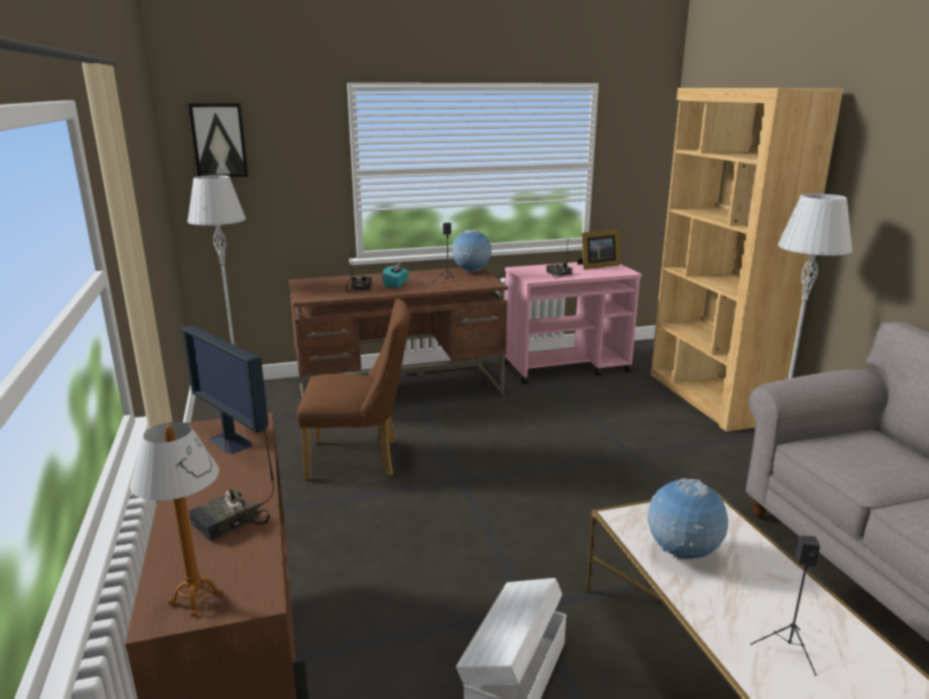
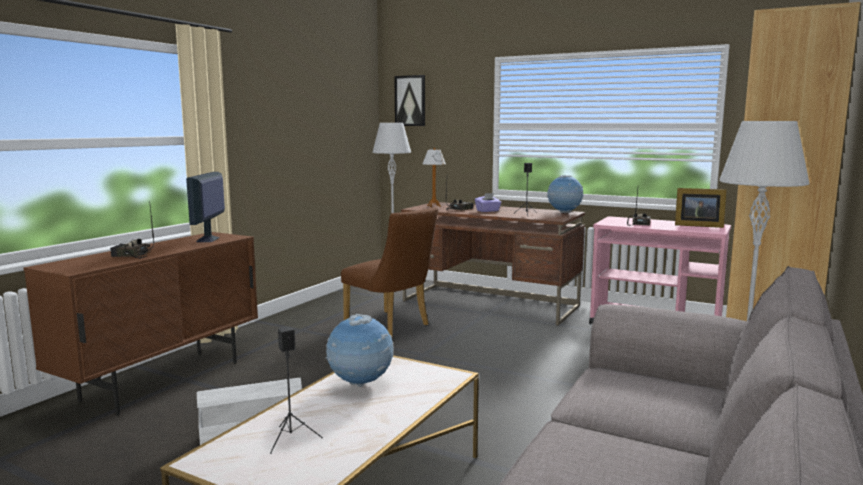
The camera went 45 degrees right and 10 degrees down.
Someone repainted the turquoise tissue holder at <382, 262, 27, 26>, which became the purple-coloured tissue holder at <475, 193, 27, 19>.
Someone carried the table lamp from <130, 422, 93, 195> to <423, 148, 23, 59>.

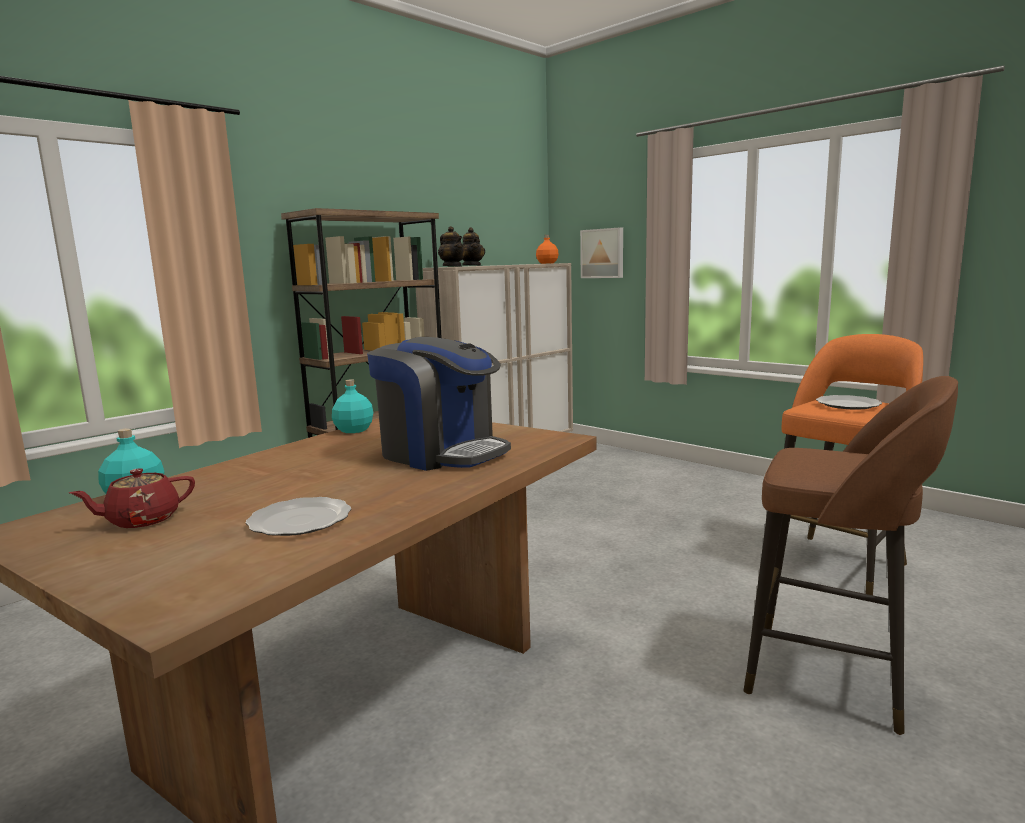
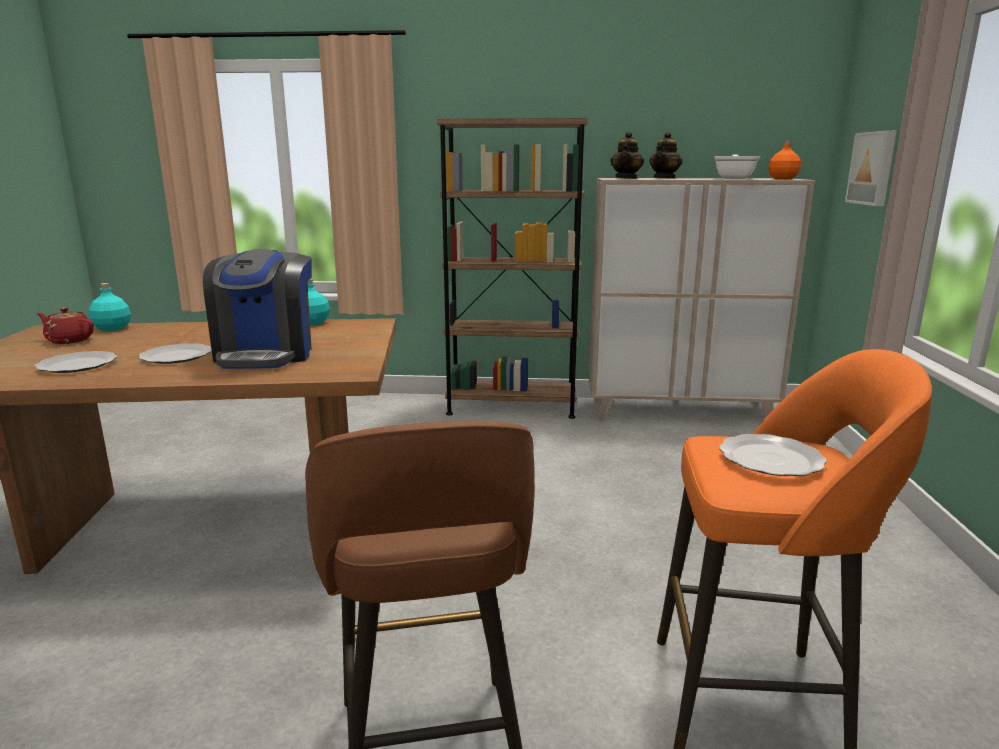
The camera went 50 degrees right and 5 degrees up.
Someone put down the skillet at <714, 154, 46, 25>.
Someone put down the plate at <139, 343, 73, 21>.

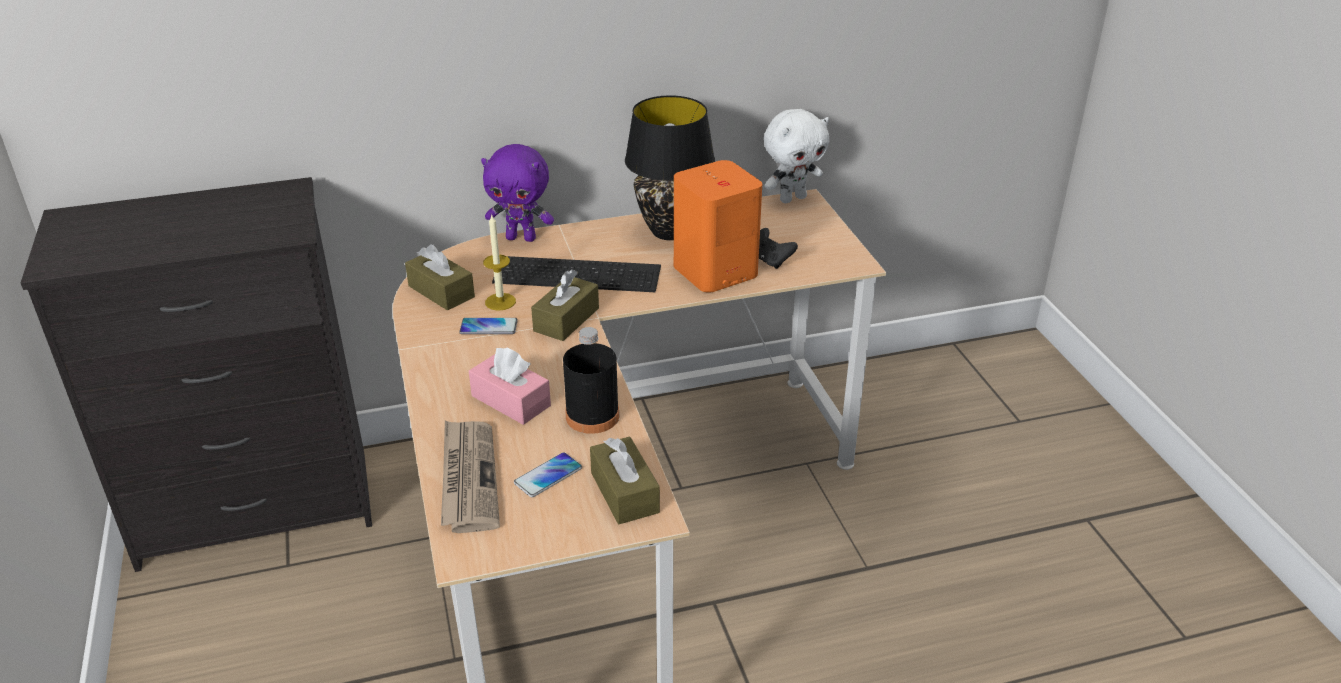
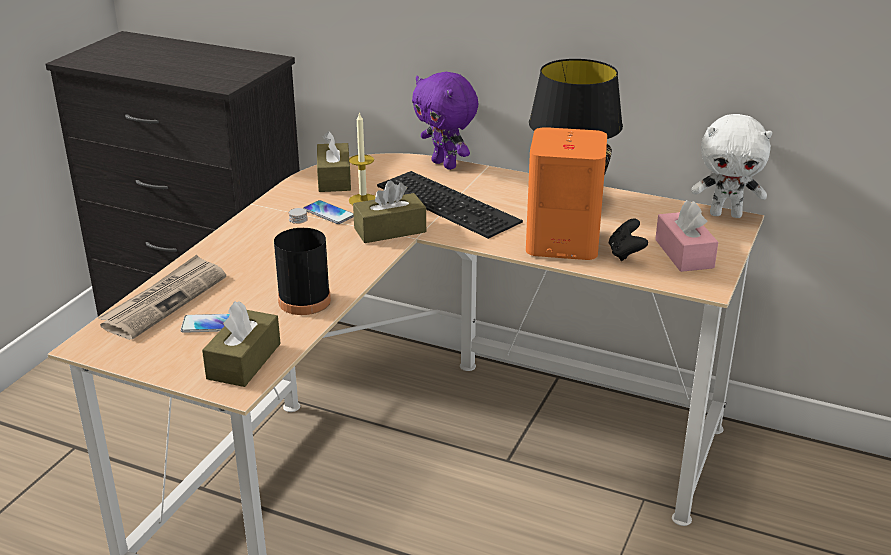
The camera went 40 degrees right and 5 degrees down.
Someone carried the pink tissue holder from <469, 348, 82, 77> to <655, 200, 63, 72>.

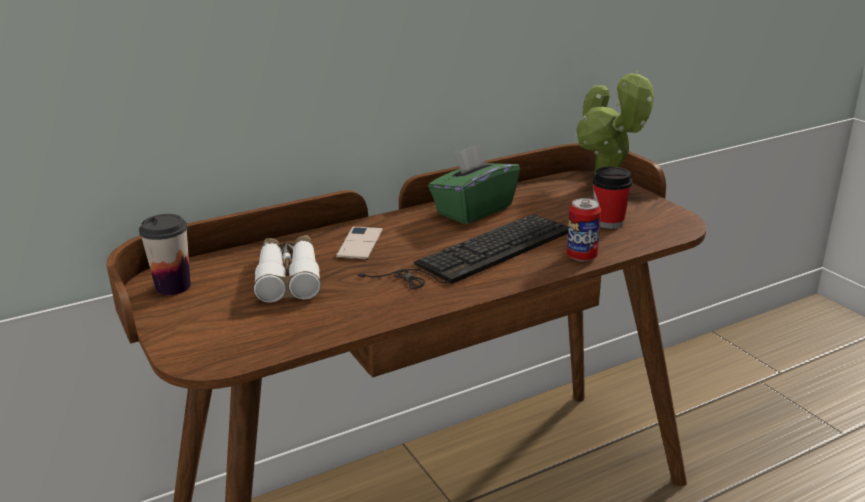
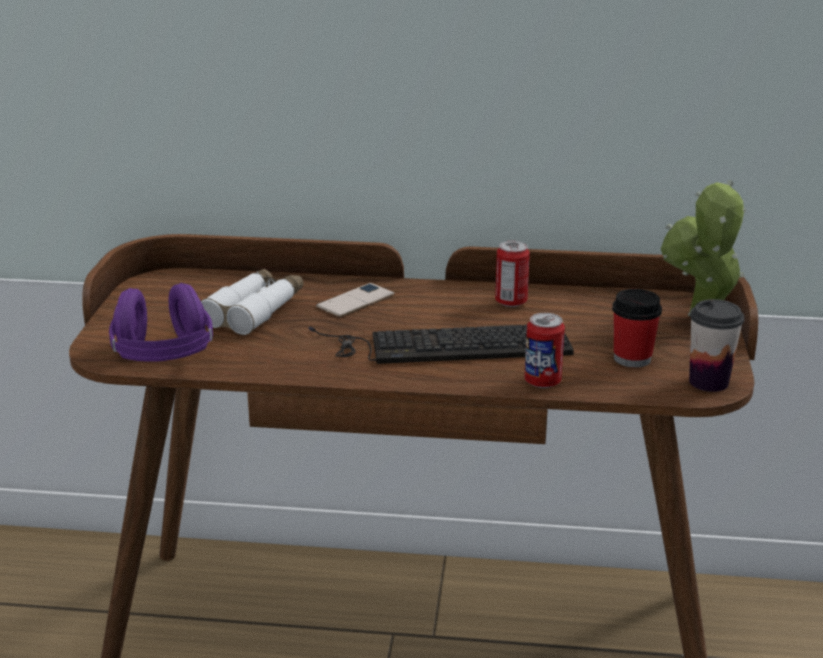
The camera went 35 degrees right and 0 degrees up.
Someone swapped the greenish tissue holder at <428, 143, 92, 81> for the sealed can at <495, 241, 35, 66>.
Someone carried the cup from <139, 214, 52, 81> to <689, 299, 55, 93>.
Someone put down the purple-coloured headphones at <109, 283, 104, 79>.

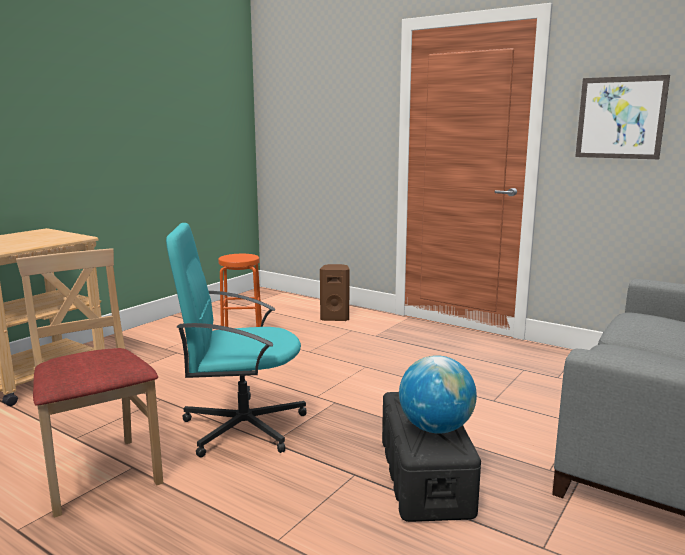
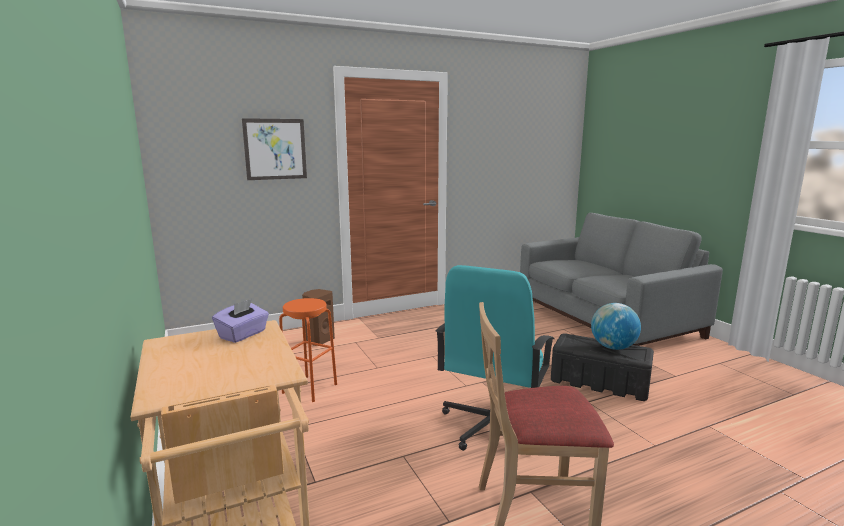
The camera went 60 degrees left and 0 degrees up.
Someone carried the picture from <575, 75, 95, 84> to <242, 118, 65, 62>.
Someone put down the purple-coloured tissue holder at <212, 299, 57, 44>.

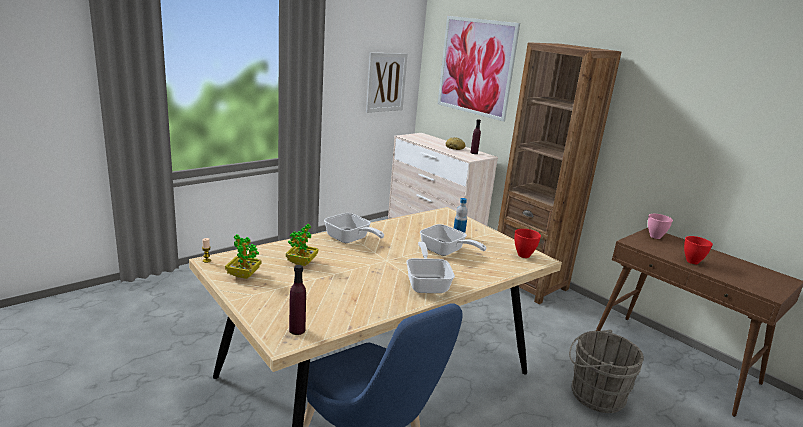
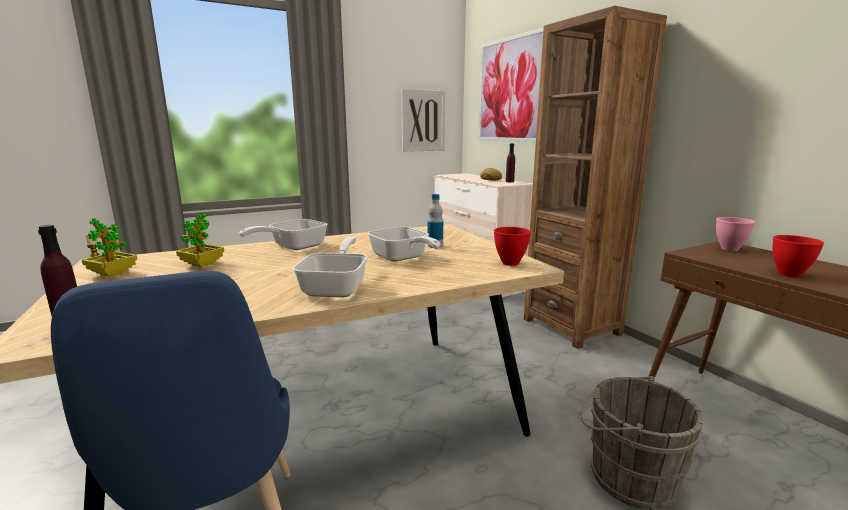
The camera went 15 degrees right and 5 degrees down.
Someone rotated the skillet at <324, 213, 60, 30> by 75 degrees clockwise.

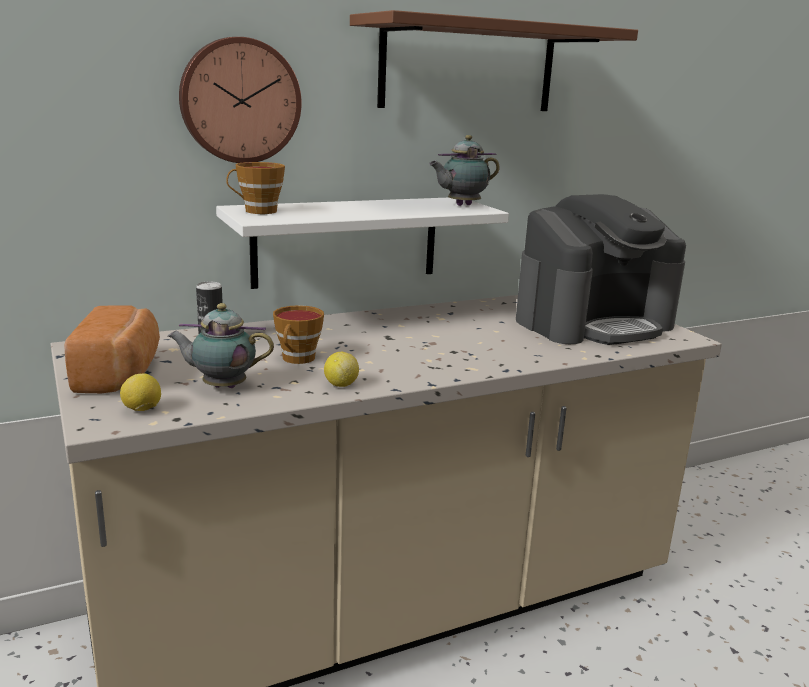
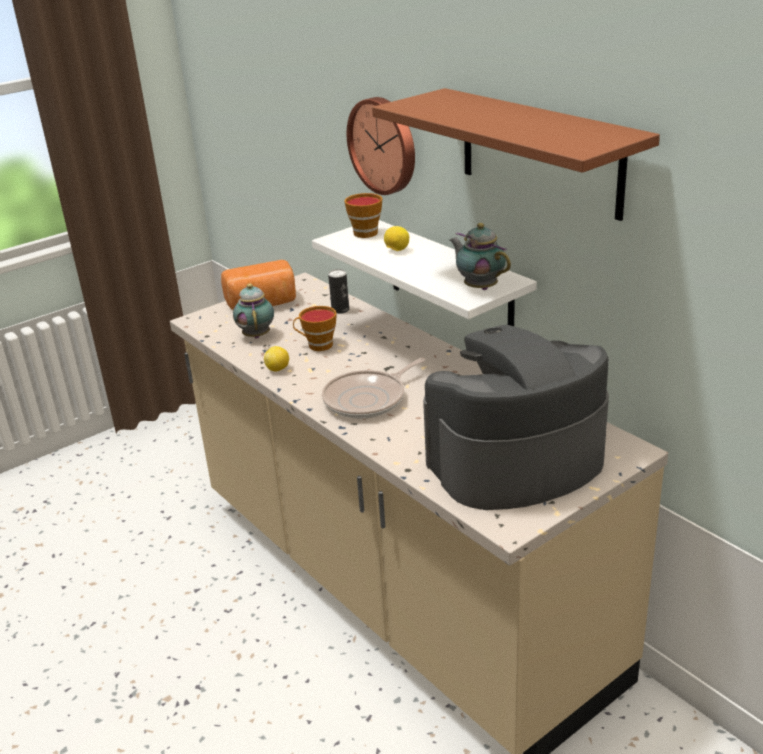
The camera went 80 degrees right and 10 degrees up.
Someone rotated the coffee maker at <516, 194, 170, 151> by 105 degrees clockwise.
Someone carried the lemon from <120, 373, 41, 38> to <384, 226, 25, 25>.
Someone put down the skillet at <322, 358, 103, 61>.

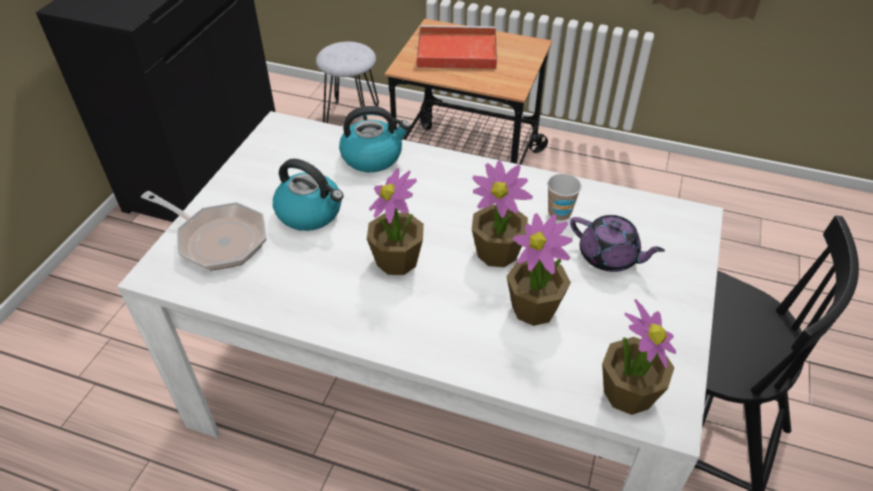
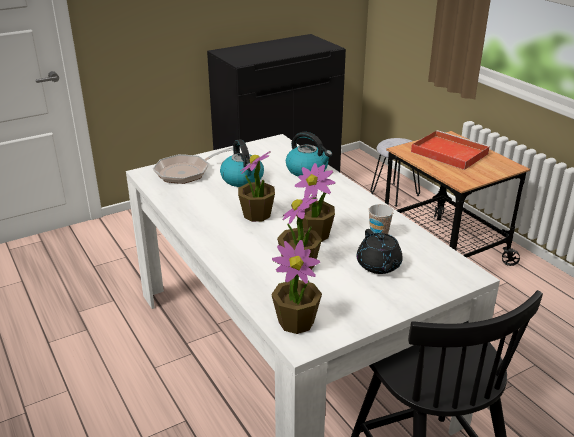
The camera went 40 degrees right and 15 degrees down.
Someone rotated the skillet at <141, 191, 125, 79> by 75 degrees clockwise.
Someone repainted the purple-coloured teapot at <570, 215, 95, 57>, which became the blackish teapot at <357, 229, 46, 45>.

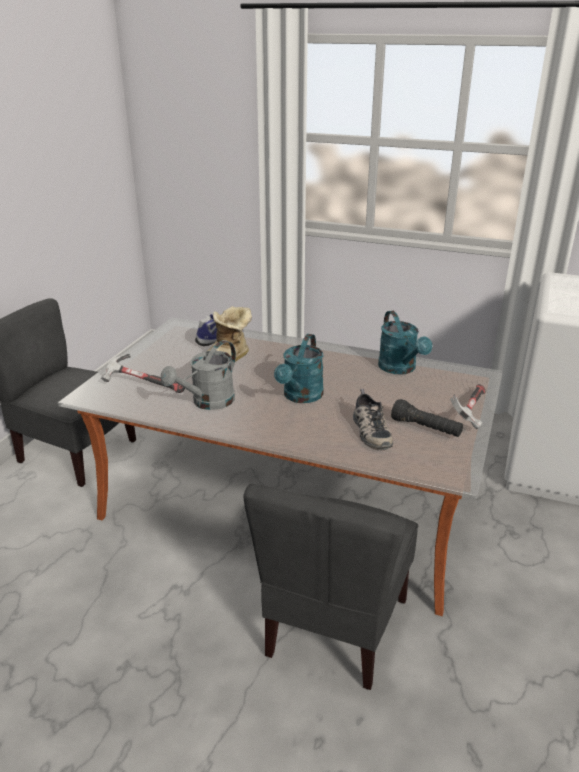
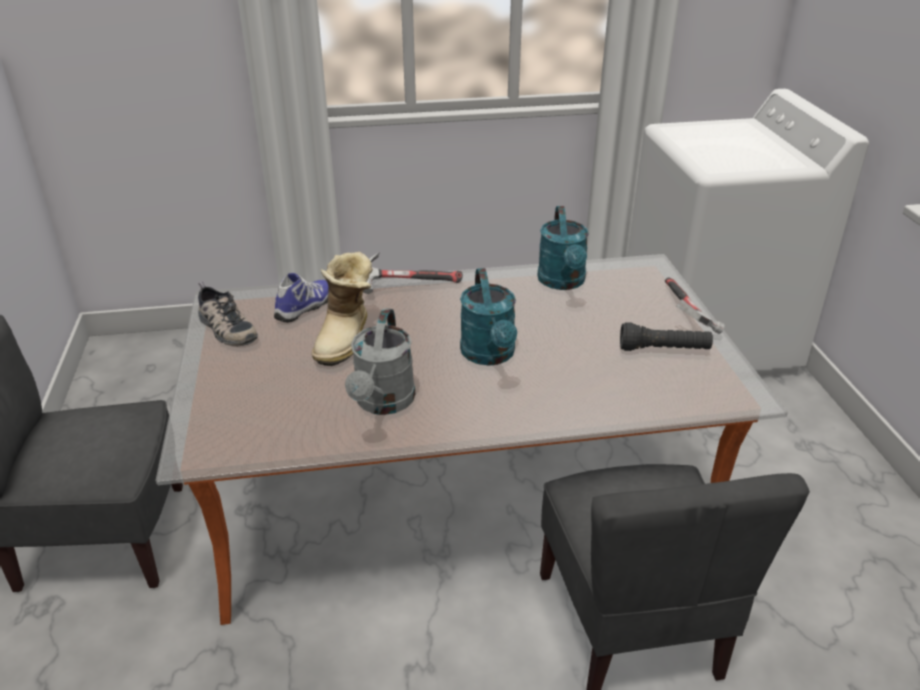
The camera went 30 degrees left and 5 degrees up.
Someone rotated the turquoise sprinkling can at <378, 311, 54, 63> by 45 degrees clockwise.
Someone carried the tool hammer from <101, 354, 84, 39> to <363, 252, 100, 42>.
Someone carried the item of footwear from <353, 389, 40, 61> to <198, 282, 60, 65>.

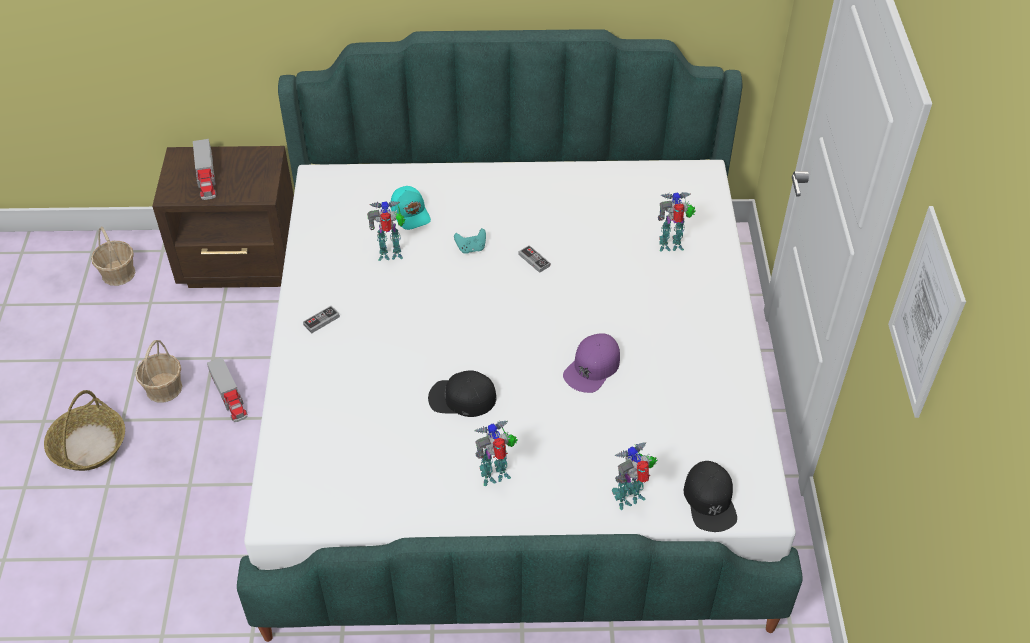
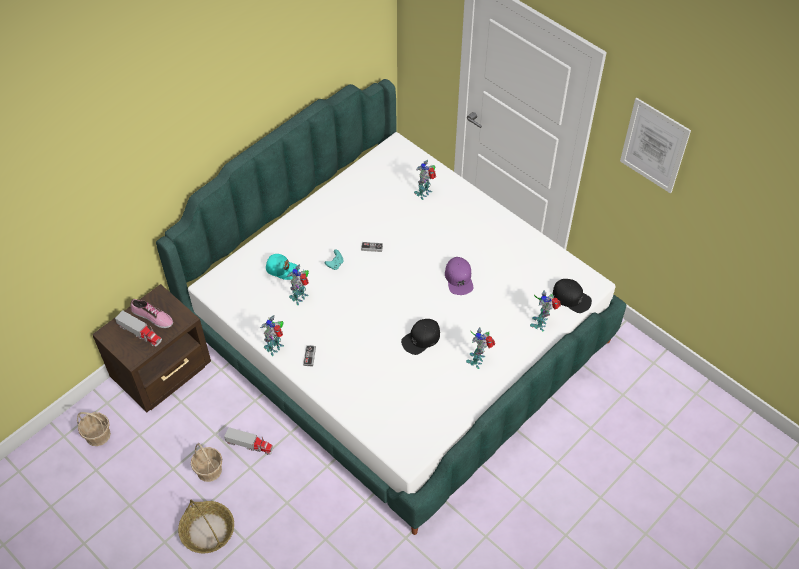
The camera went 45 degrees left and 5 degrees up.
Someone put down the item of footwear at <131, 299, 42, 29>.
Someone put down the model robot at <260, 315, 24, 41>.

